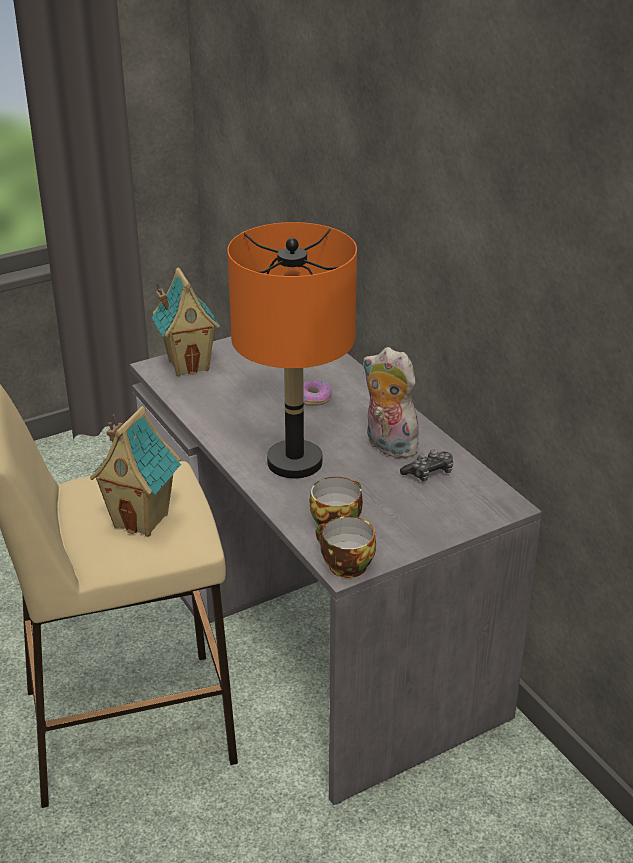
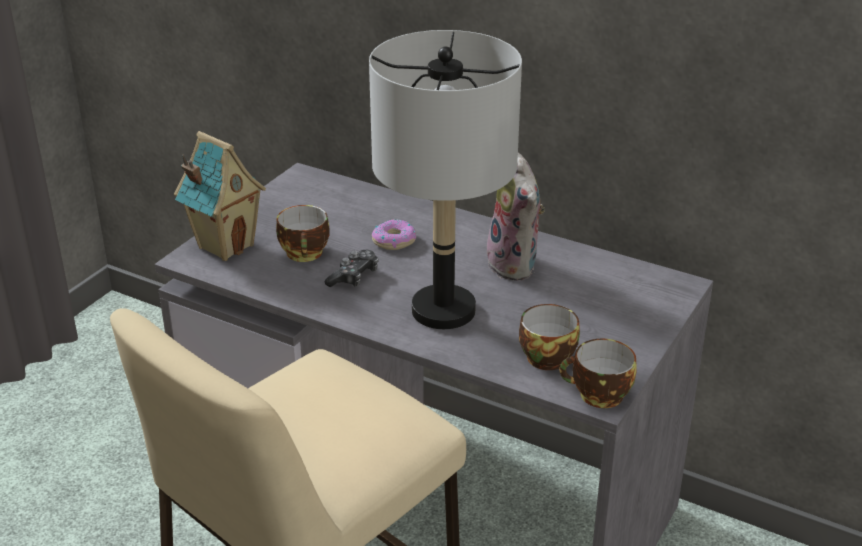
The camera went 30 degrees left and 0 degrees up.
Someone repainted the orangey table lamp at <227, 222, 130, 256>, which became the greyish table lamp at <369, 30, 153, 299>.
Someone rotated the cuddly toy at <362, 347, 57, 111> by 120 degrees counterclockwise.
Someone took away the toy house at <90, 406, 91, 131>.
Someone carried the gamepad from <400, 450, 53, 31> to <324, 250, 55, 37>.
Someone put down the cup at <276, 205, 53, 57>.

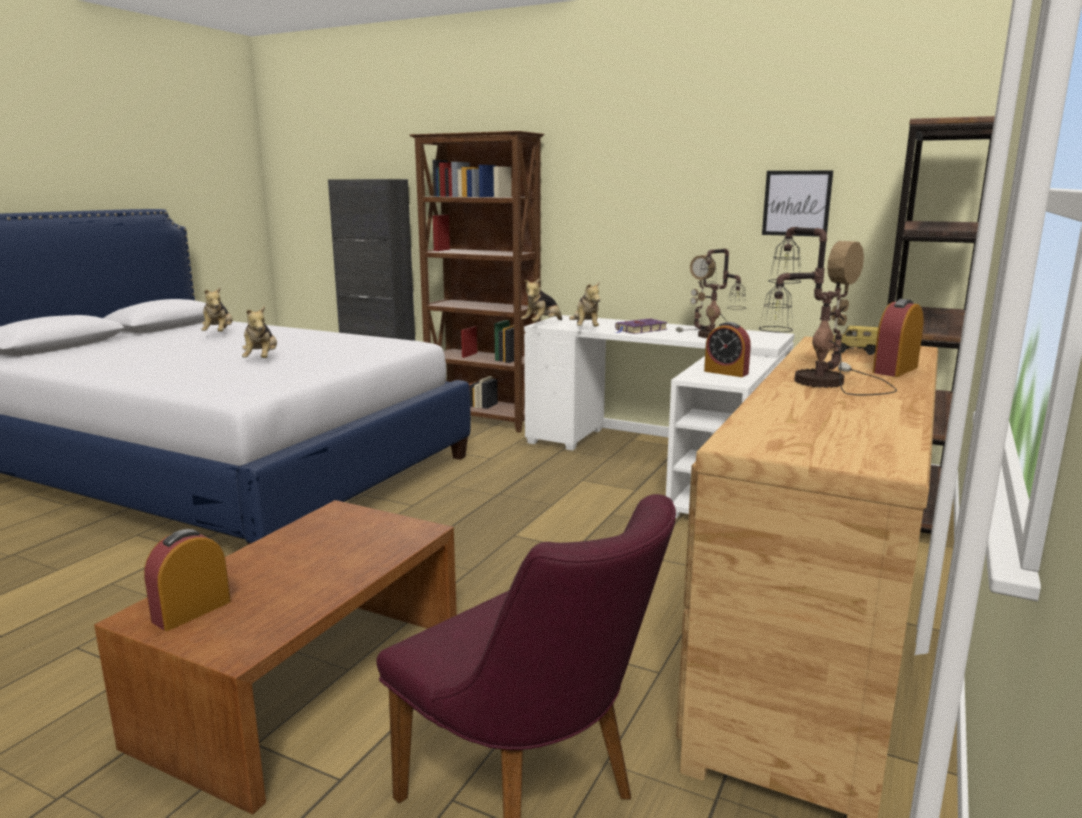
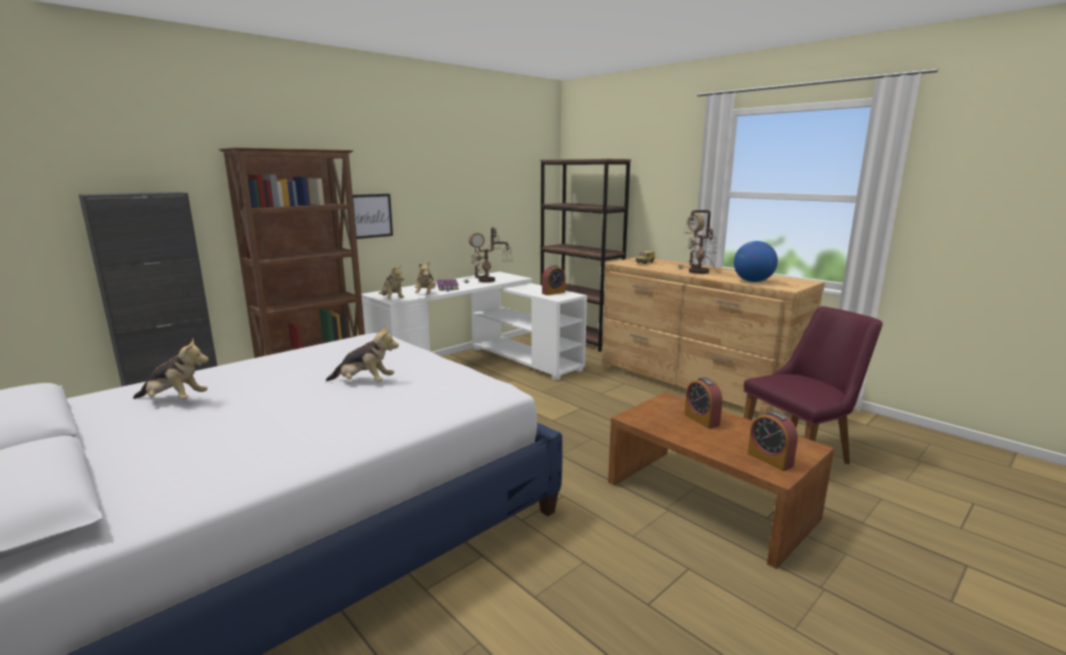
The camera went 70 degrees left and 0 degrees up.
Someone carried the picture from <762, 171, 71, 66> to <353, 194, 40, 45>.
Someone rotated the cuddly toy at <569, 281, 31, 46> by 75 degrees clockwise.
Someone carried the alarm clock from <873, 299, 50, 78> to <684, 377, 39, 52>.
Someone put down the globe at <734, 241, 44, 41>.

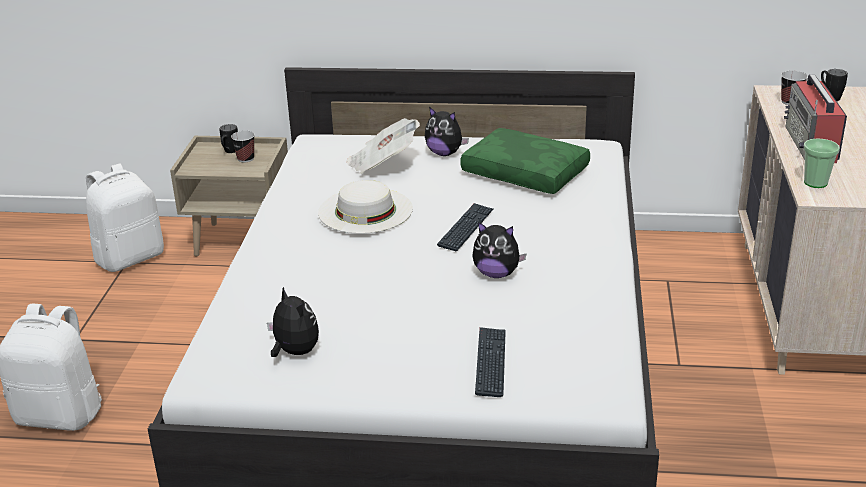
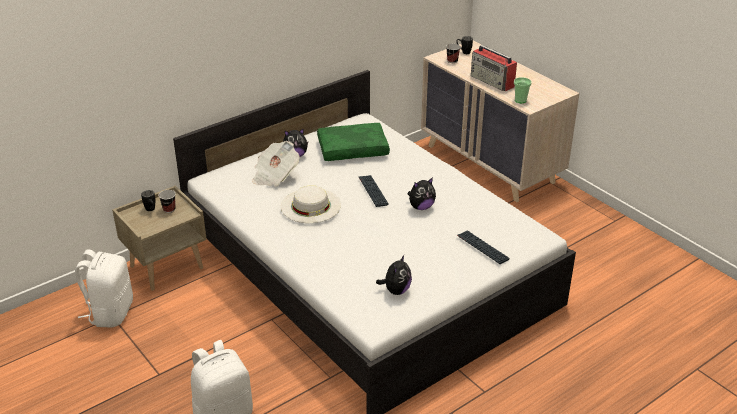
The camera went 45 degrees left and 5 degrees up.
Someone rotated the cuddly toy at <267, 287, 52, 70> by 105 degrees clockwise.

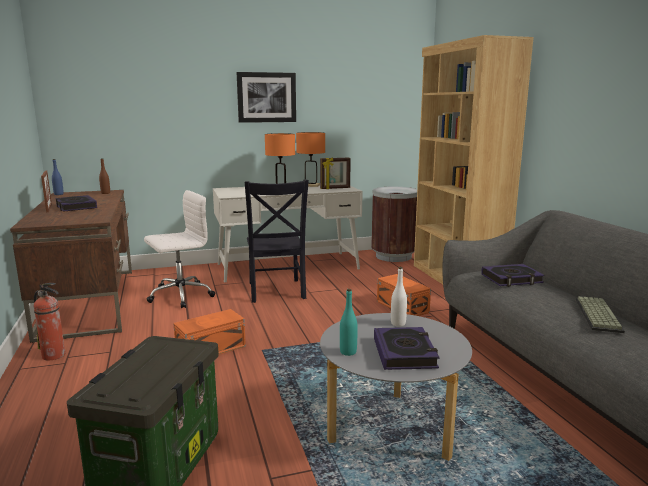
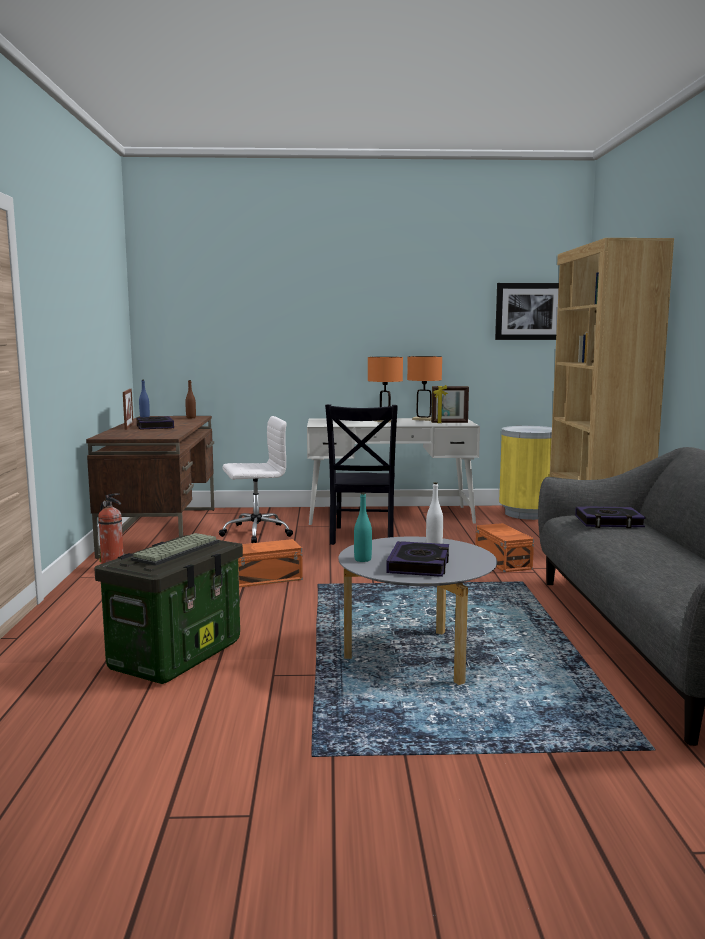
The camera went 15 degrees right and 5 degrees down.
Someone carried the picture from <237, 72, 59, 51> to <495, 283, 64, 57>.
Someone repainted the brownish waste bin at <371, 187, 46, 75>, which became the yellow waste bin at <499, 426, 53, 94>.
Someone carried the computer keyboard from <576, 296, 49, 37> to <131, 533, 89, 33>.

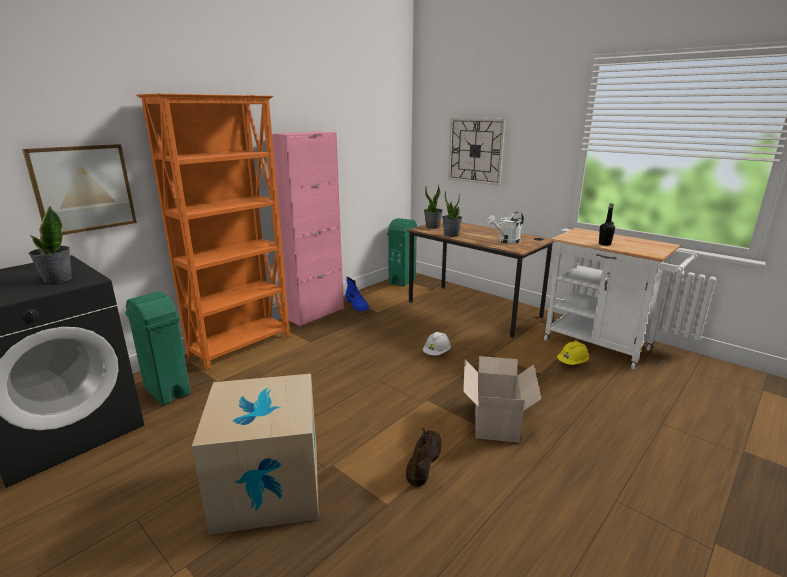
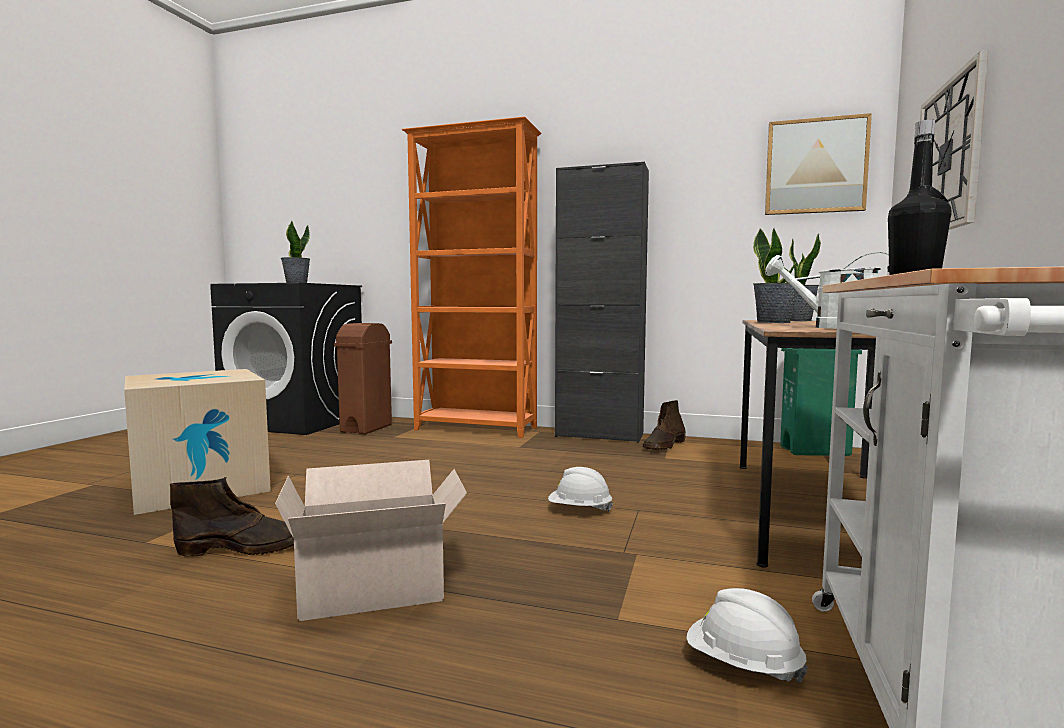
The camera went 65 degrees right and 15 degrees down.
Someone repainted the pink cupboard at <272, 131, 72, 195>, which became the blackish cupboard at <555, 162, 94, 281>.
Someone carried the picture from <22, 144, 115, 91> to <765, 113, 107, 102>.
Someone repainted the bluish high-top boot at <346, 277, 23, 34>, which became the brownish high-top boot at <643, 400, 43, 50>.
Someone repainted the greenish waste bin at <125, 291, 66, 114>, which became the brownish waste bin at <334, 323, 58, 112>.
Someone repainted the yellow hard hat at <557, 341, 32, 24>, which became the white hard hat at <687, 588, 121, 95>.

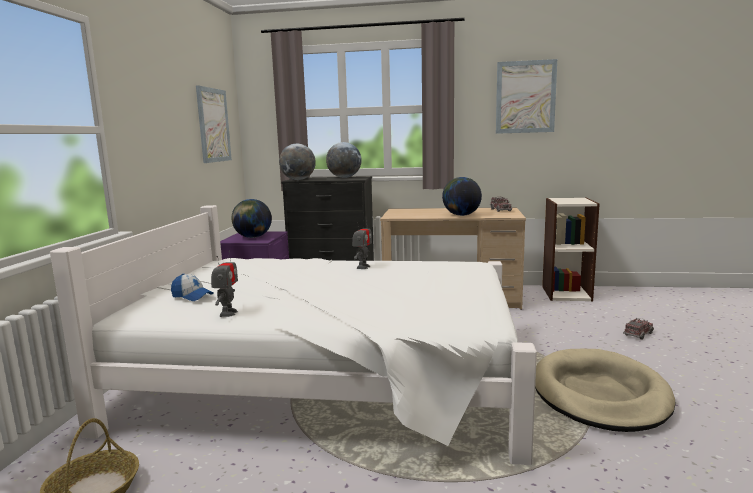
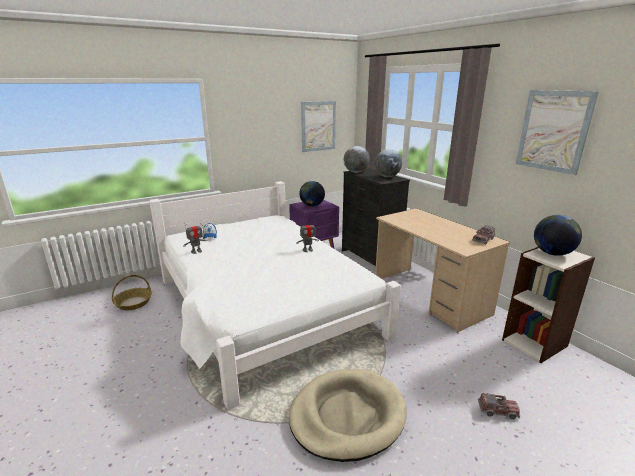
The camera went 50 degrees right and 10 degrees up.
Someone carried the globe from <442, 177, 40, 39> to <534, 215, 48, 41>.

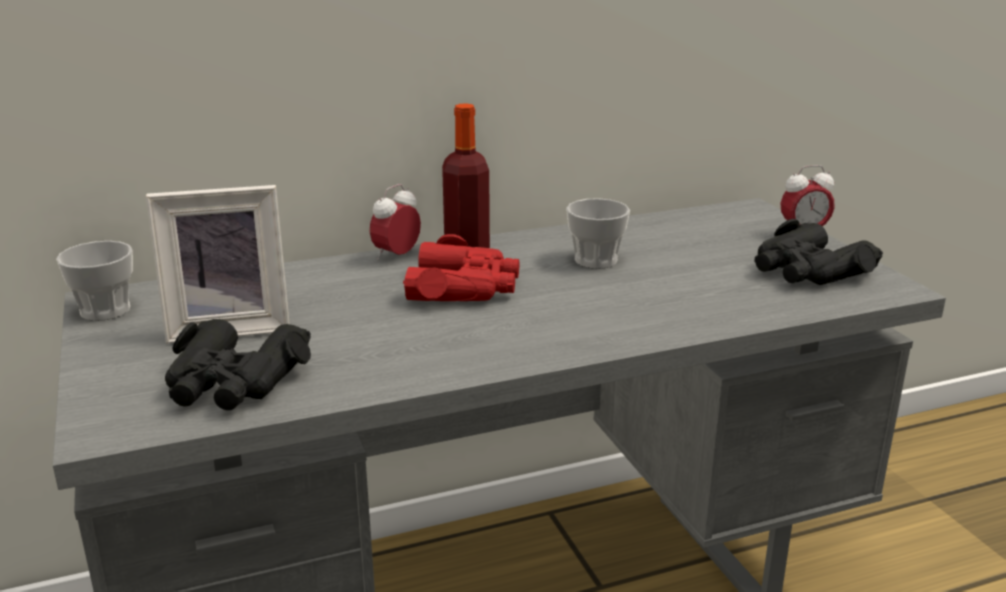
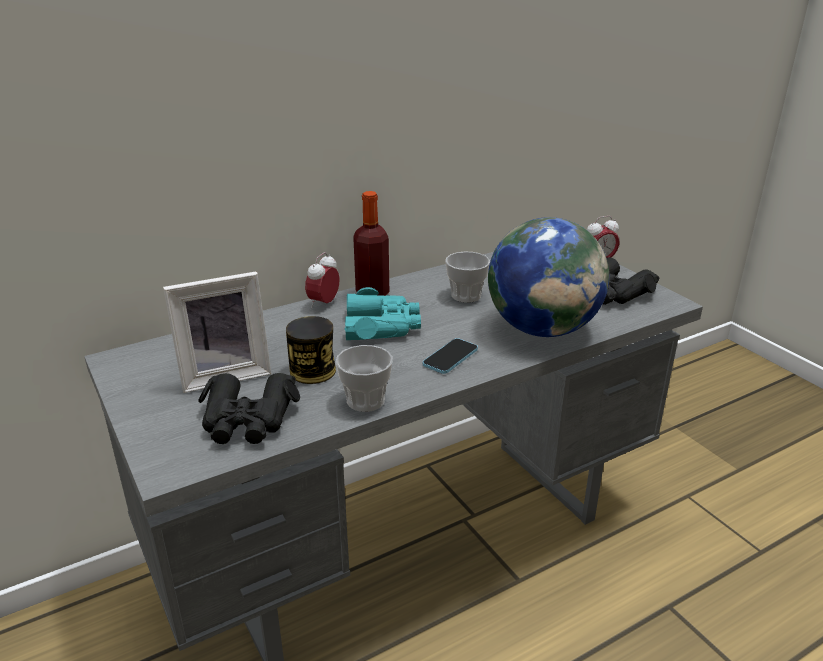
The camera went 10 degrees left and 5 degrees up.
Someone repainted the red-coloured field glasses at <403, 234, 116, 67>, which became the turquoise field glasses at <345, 287, 76, 53>.
Someone carried the cup from <56, 241, 77, 80> to <336, 345, 57, 67>.
Someone put down the globe at <488, 217, 121, 120>.
Someone put down the sealed can at <286, 316, 50, 68>.
Someone put down the telephone at <423, 338, 55, 36>.

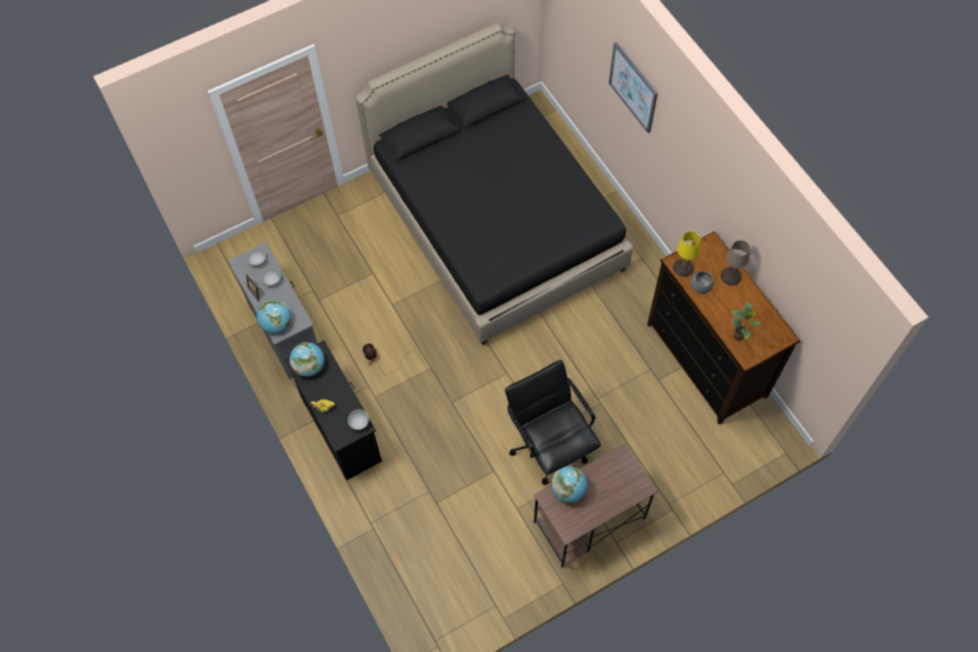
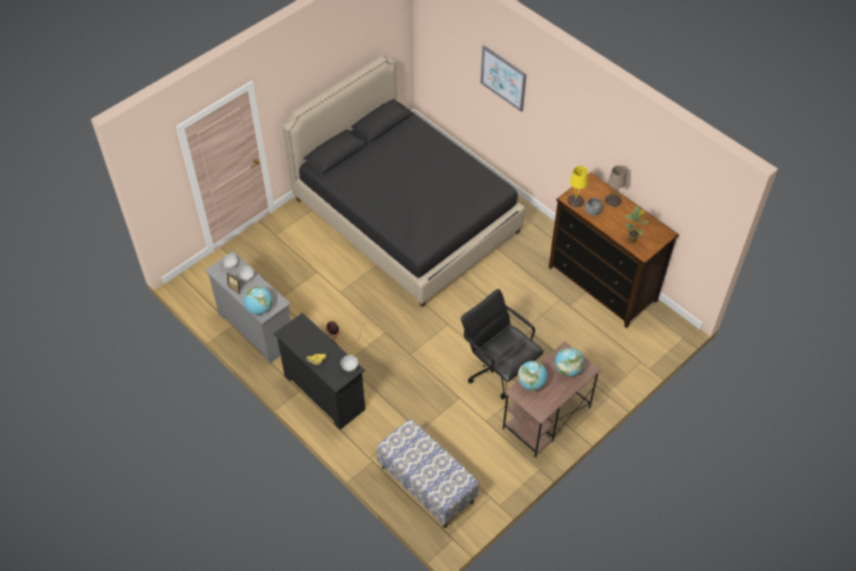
The camera went 15 degrees left and 10 degrees down.
Someone carried the globe from <290, 342, 34, 35> to <555, 347, 29, 30>.
Someone put down the indoor bench at <376, 419, 103, 109>.

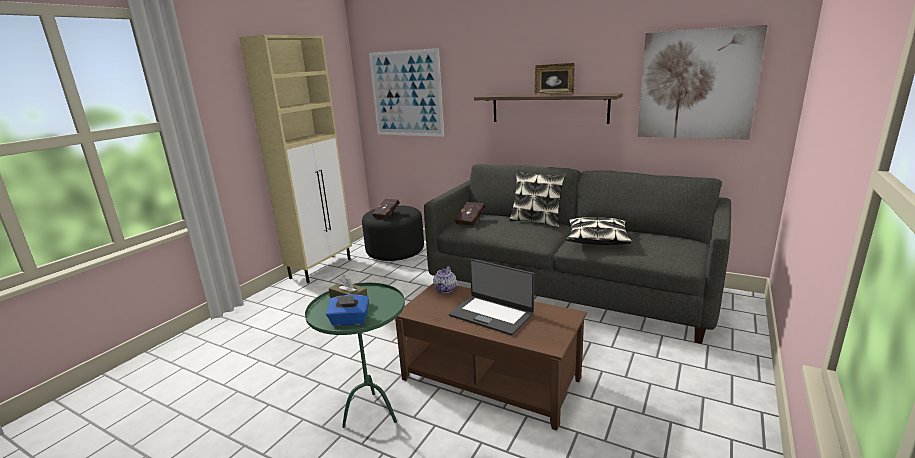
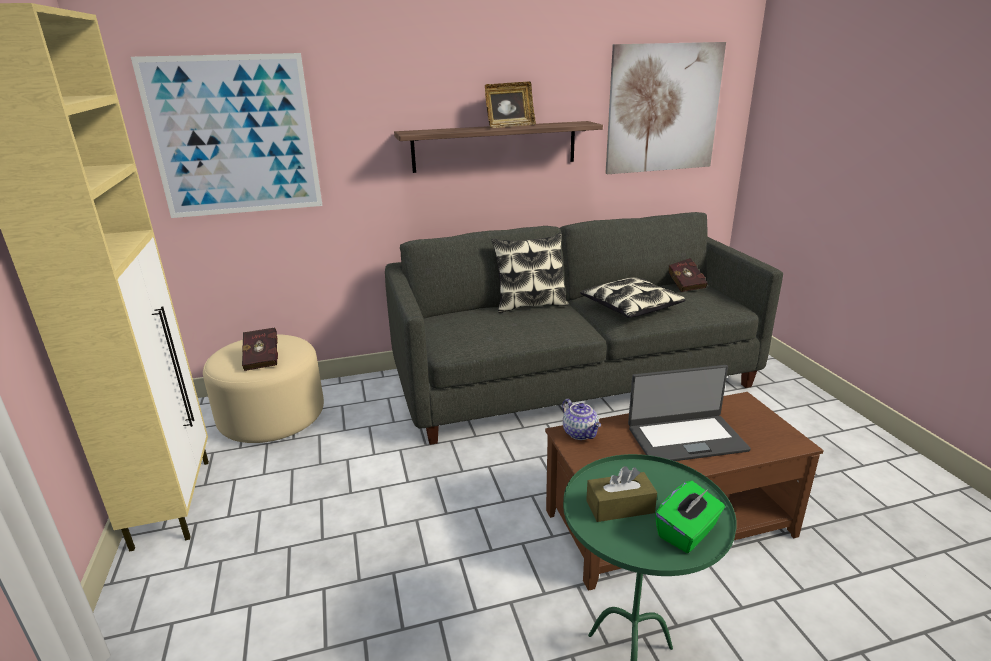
The camera went 45 degrees left and 5 degrees up.
Someone carried the red-coloured volume from <455, 202, 30, 24> to <669, 258, 38, 34>.
Someone repainted the blackish footrest at <362, 205, 62, 56>, which became the beige footrest at <203, 334, 121, 109>.
Someone repainted the bluish tissue holder at <326, 295, 43, 31>, which became the greenish tissue holder at <655, 481, 70, 72>.

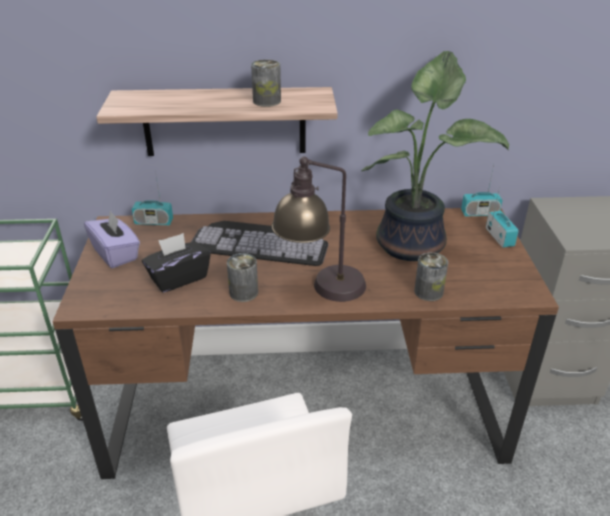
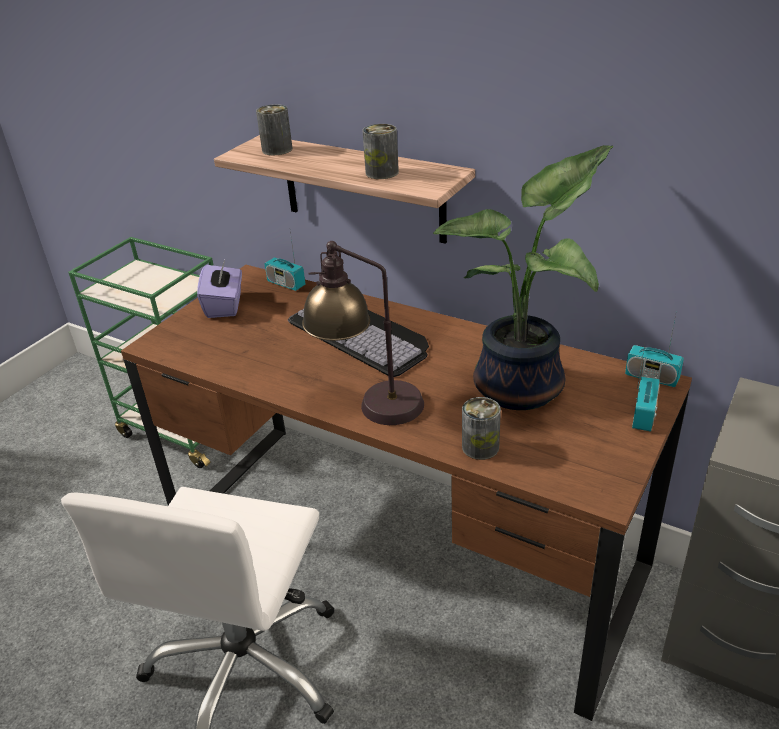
The camera went 35 degrees right and 0 degrees up.
Someone took away the blackish tissue holder at <142, 233, 69, 60>.
Someone carried the sealed can from <227, 253, 31, 49> to <256, 104, 37, 51>.

